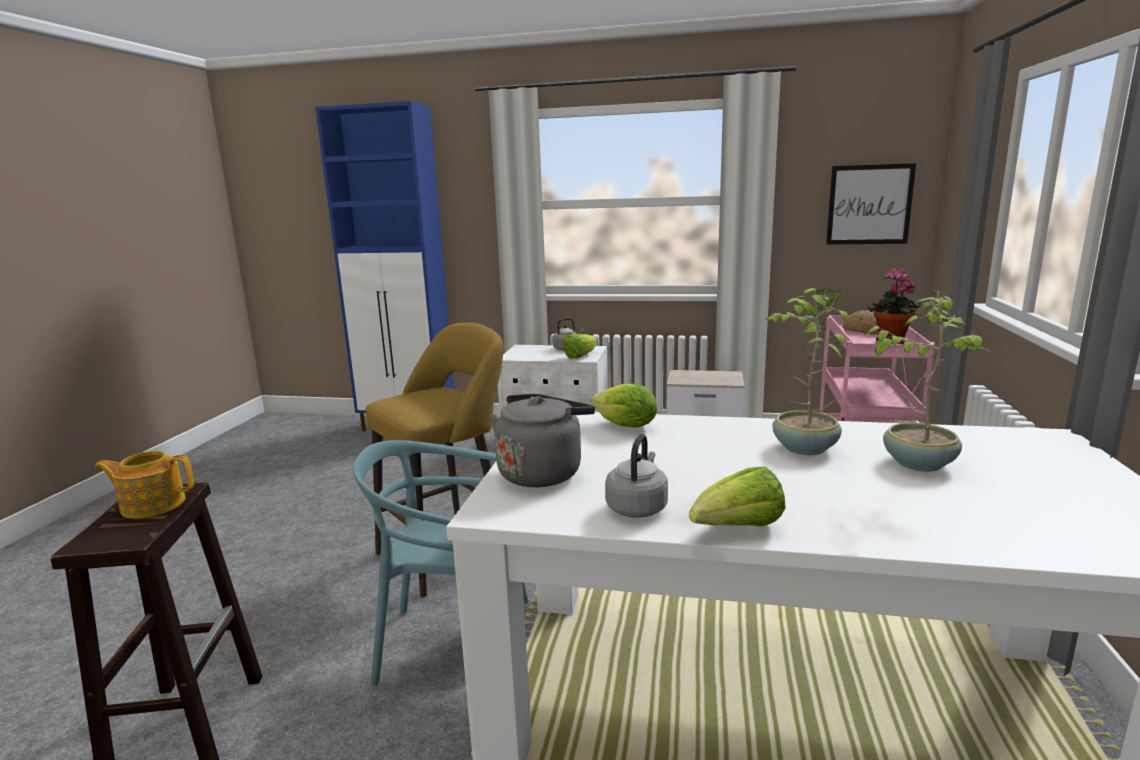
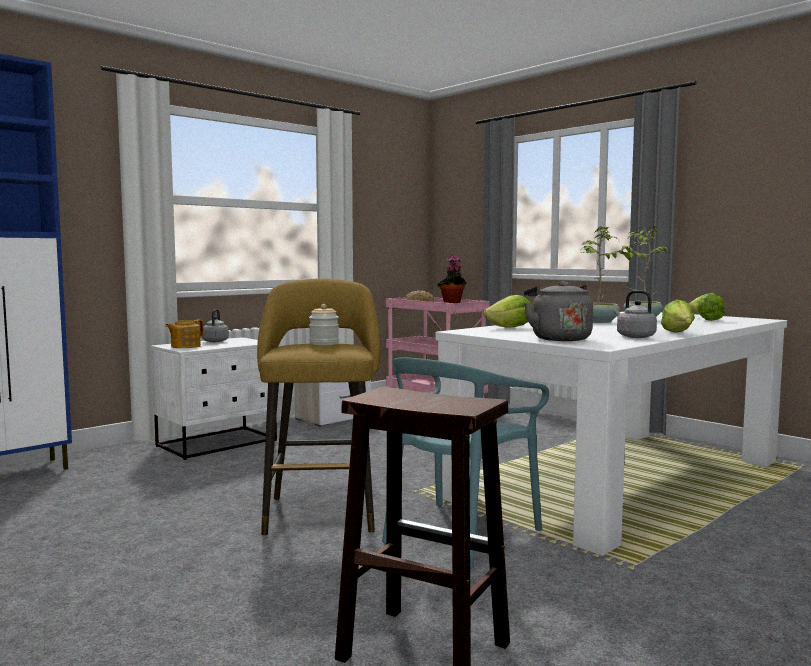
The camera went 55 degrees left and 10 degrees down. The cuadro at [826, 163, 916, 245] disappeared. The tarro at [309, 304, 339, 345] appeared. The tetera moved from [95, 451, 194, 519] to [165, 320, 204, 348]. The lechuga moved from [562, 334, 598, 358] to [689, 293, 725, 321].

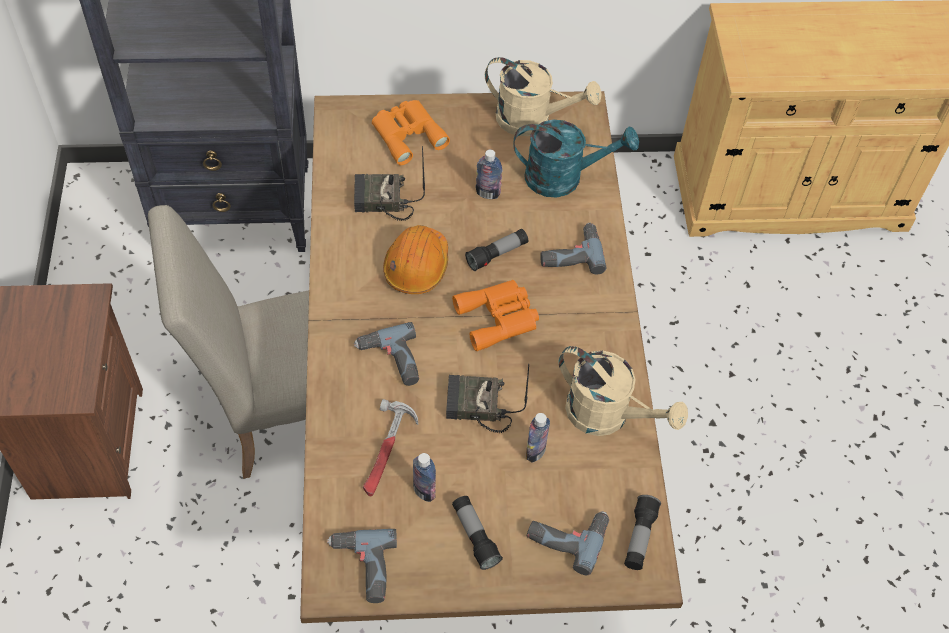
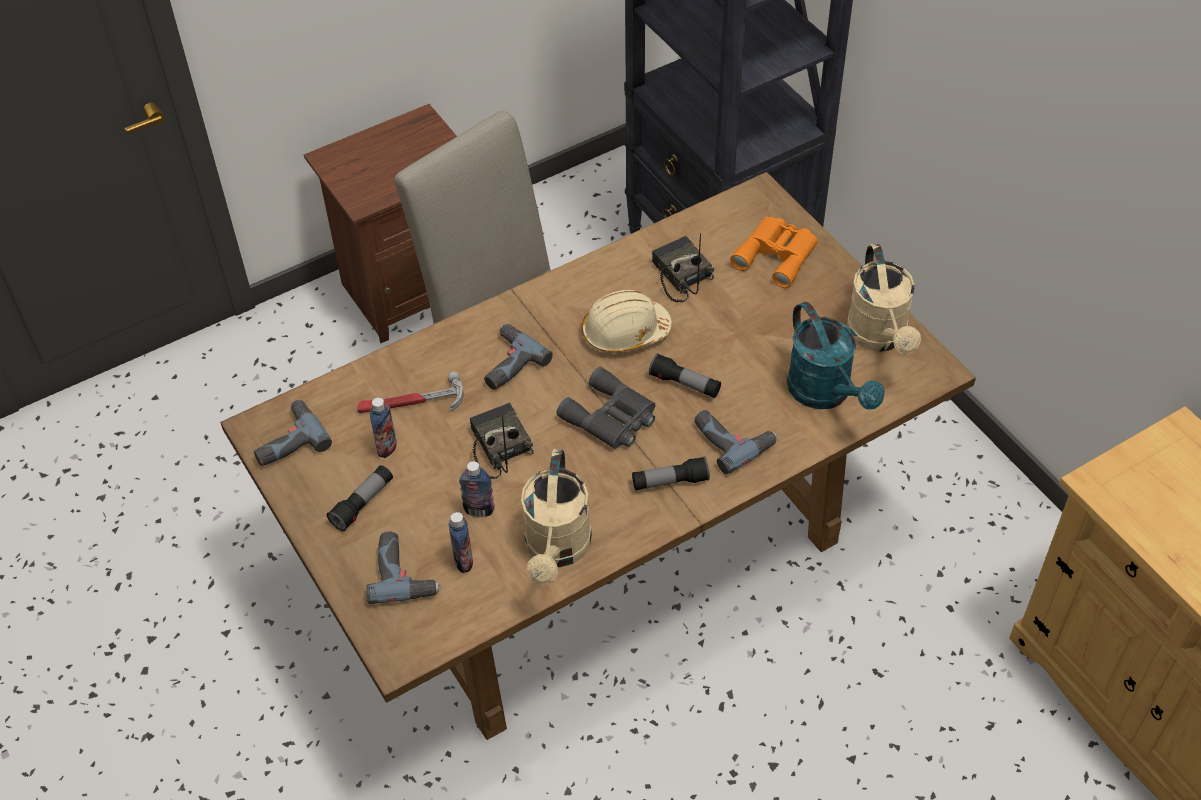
The camera went 65 degrees right and 5 degrees down. The botella moved from [475, 149, 503, 199] to [449, 512, 473, 573]. The linterna moved from [624, 495, 661, 570] to [632, 456, 710, 490]. The casco (naranja) at [383, 225, 448, 294] became the casco (beis) at [582, 290, 672, 353]. The prismáticos (naranja) at [452, 280, 539, 351] became the prismáticos (gris) at [556, 367, 655, 449].

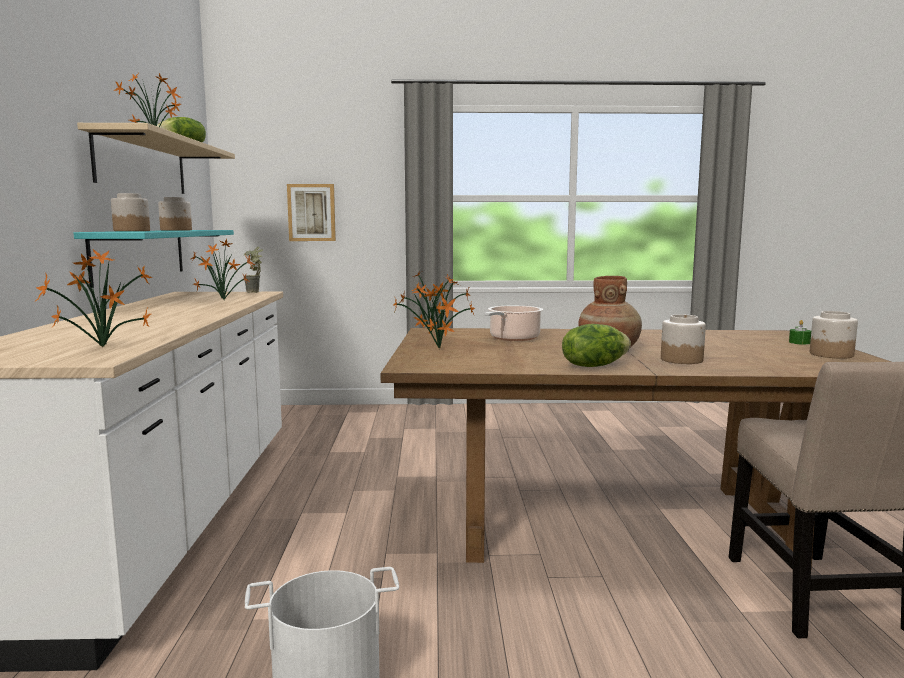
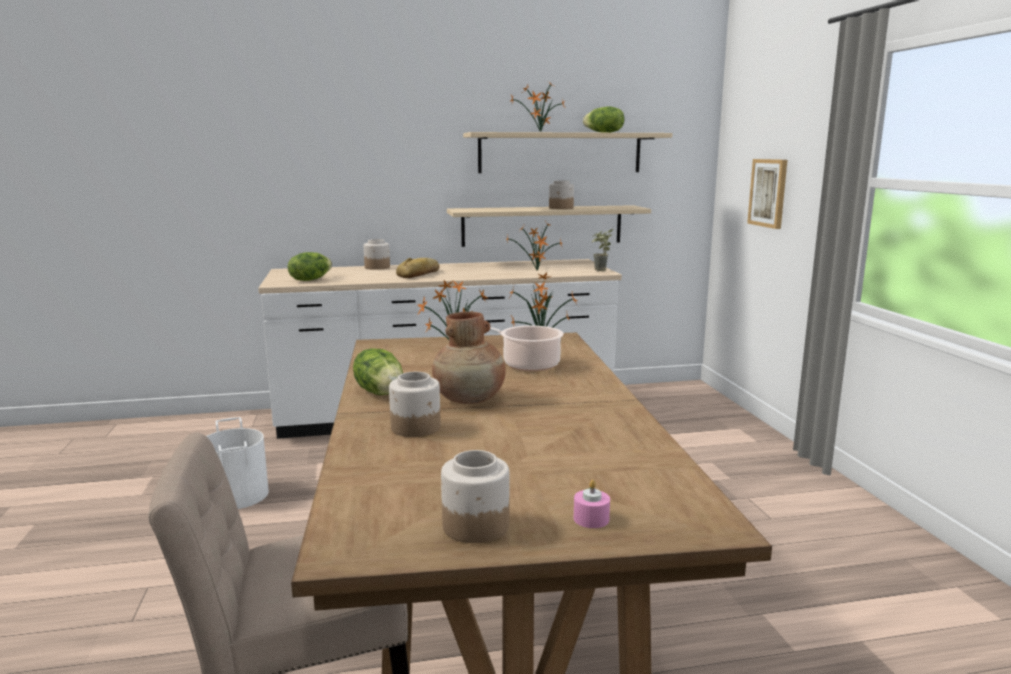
The camera went 80 degrees right and 5 degrees up. The pan at [396, 258, 440, 278] appeared. The tarro moved from [111, 193, 150, 231] to [364, 239, 390, 270]. The planta en maceta at [36, 249, 152, 348] was replaced by the lechuga at [288, 252, 332, 281]. The estante (turquesa) at [74, 230, 234, 288] became the estante (beis) at [447, 205, 651, 247]. The vela (verde) at [789, 320, 811, 345] became the vela (rosa) at [574, 480, 610, 528].

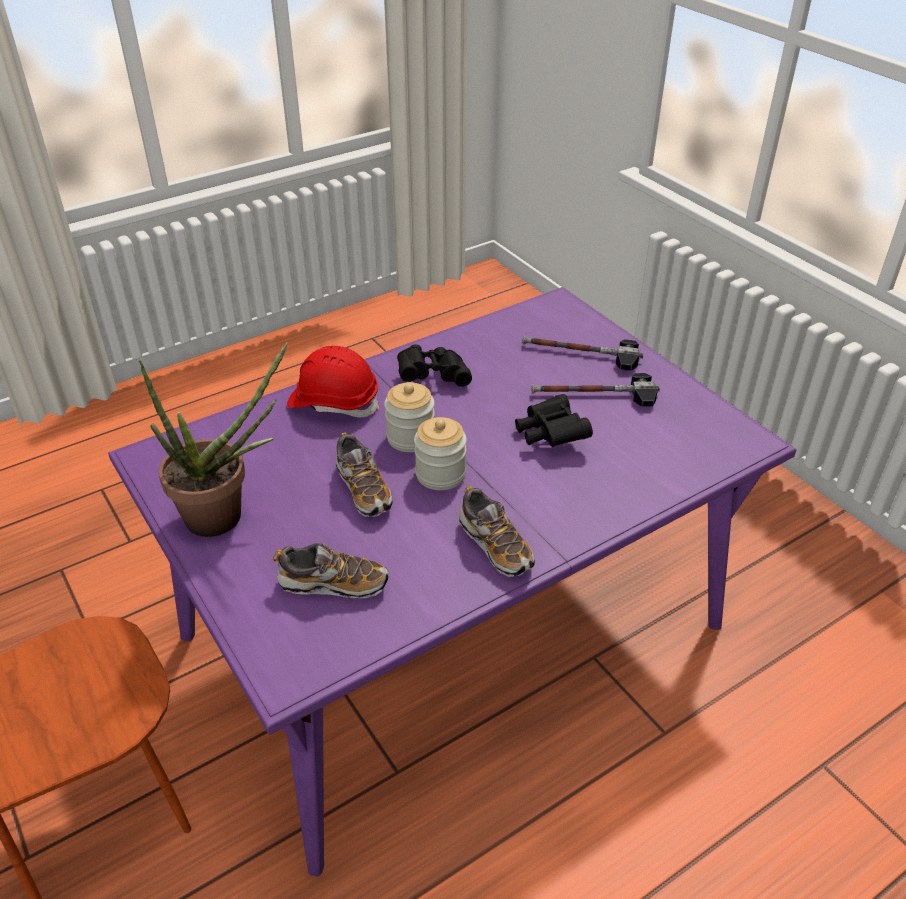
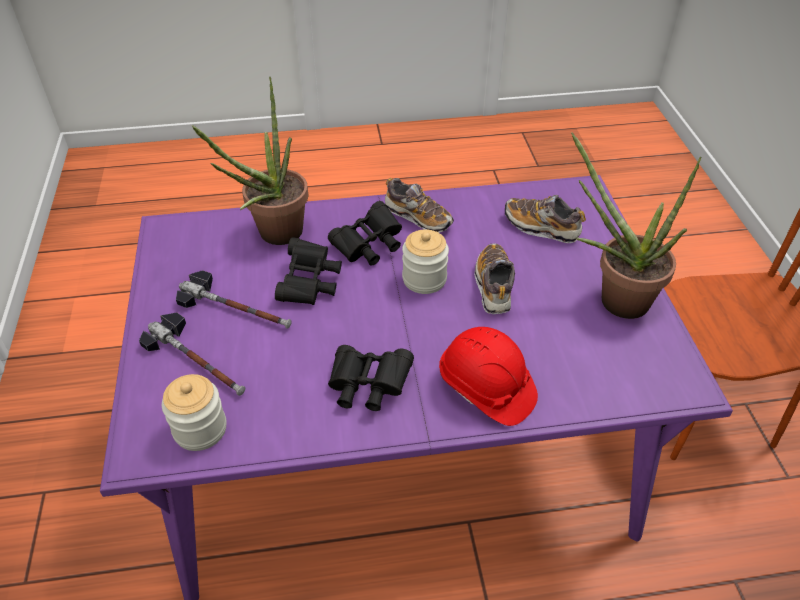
The camera went 155 degrees left and 5 degrees up. The planta en maceta at [191, 76, 308, 245] appeared. The prismáticos (negro) at [328, 201, 402, 266] appeared. The tarro moved from [384, 382, 435, 452] to [162, 374, 227, 451]. The zapato at [459, 486, 535, 577] turned 135 degrees clockwise.

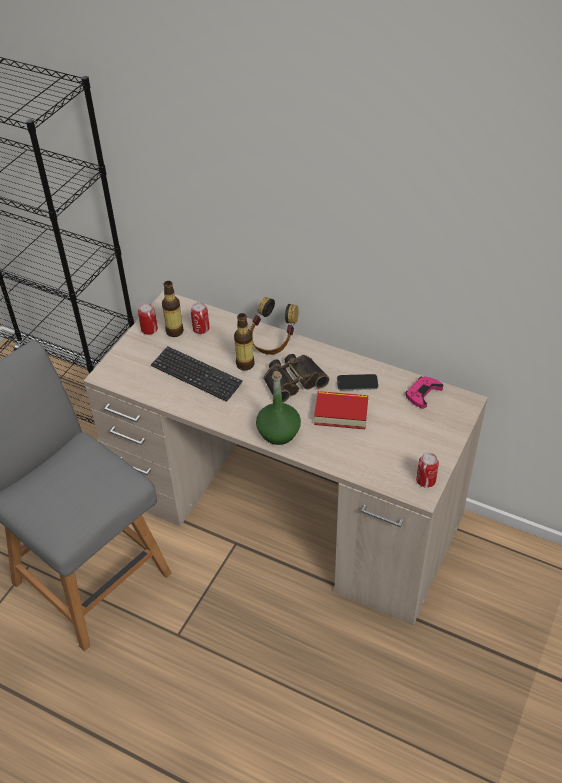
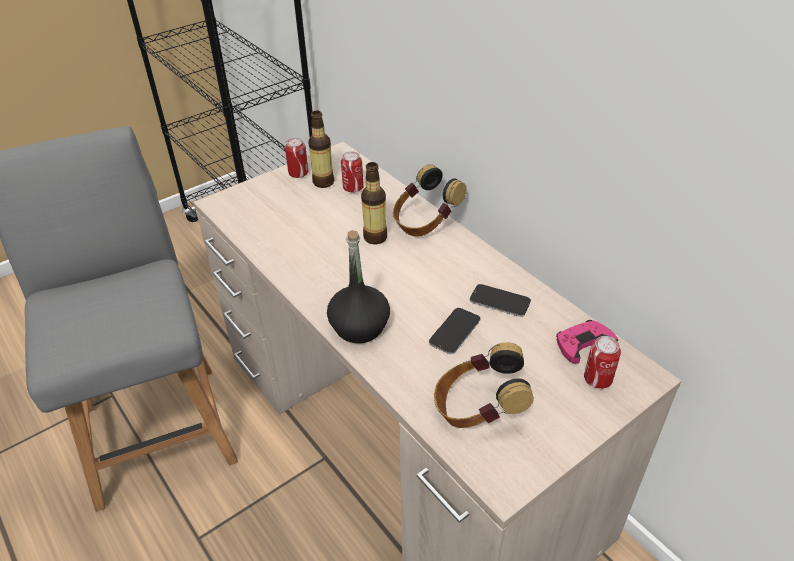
The camera went 25 degrees right and 5 degrees down. The teclado at [151, 346, 243, 402] disappeared. The prismáticos at [264, 354, 330, 403] disappeared. The auriculares at [434, 342, 534, 428] appeared. The lata moved from [416, 452, 439, 488] to [584, 336, 621, 389]. The libro at [314, 391, 368, 429] was replaced by the móvil at [429, 308, 480, 354]. The botella (verde) at [256, 371, 301, 445] became the botella (negro) at [327, 230, 390, 343].

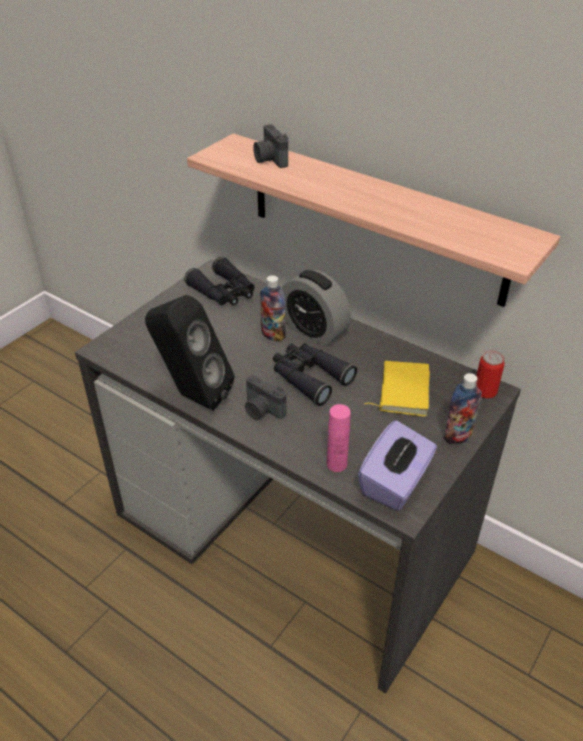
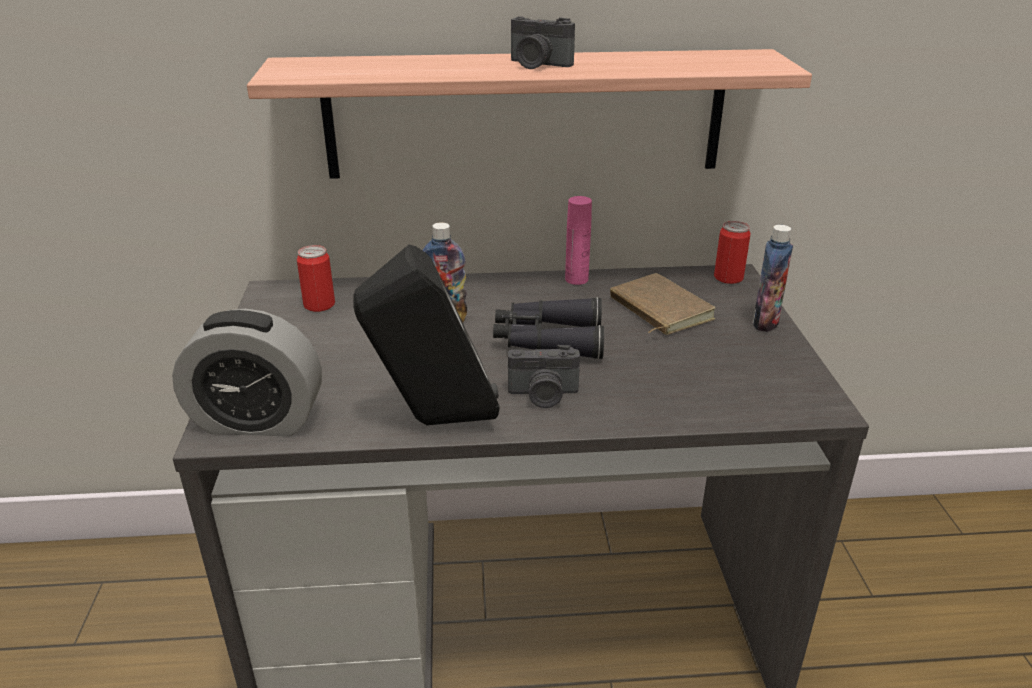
The camera went 40 degrees left and 10 degrees down. The caja de pañuelos (morado) at [358, 420, 437, 511] disappeared. The cámara moved from [253, 124, 288, 168] to [511, 16, 575, 69]. The despertador moved from [282, 270, 351, 346] to [172, 309, 322, 436]. The botella (rosa) moved from [327, 404, 351, 472] to [565, 196, 592, 285]. The prismáticos (negro) at [184, 257, 255, 306] was replaced by the lata at [297, 245, 335, 312]. The libro (amarillo) at [364, 361, 430, 417] became the libro (marrón) at [610, 273, 715, 335].

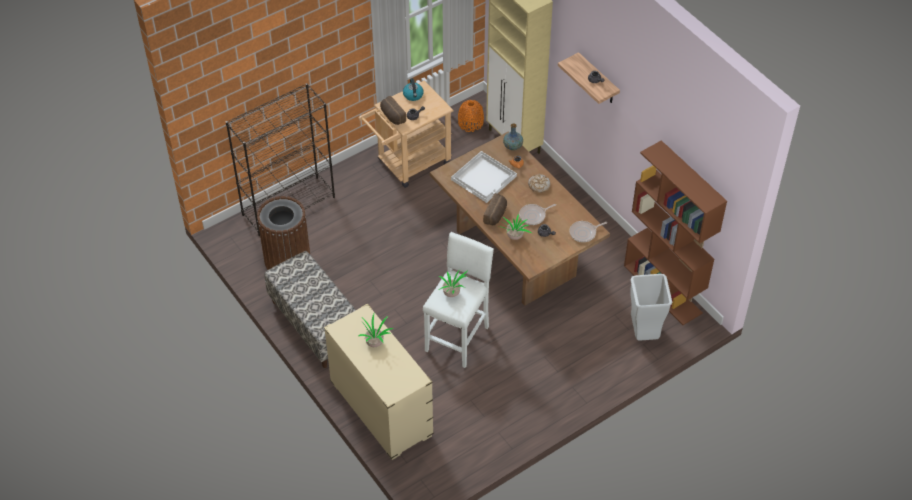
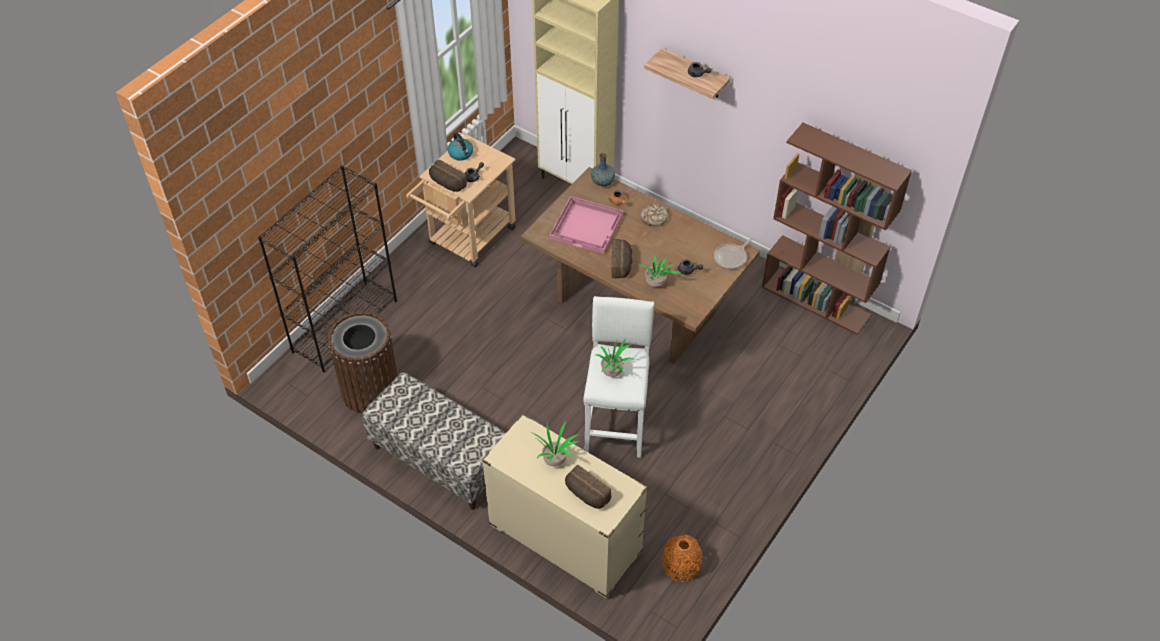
The camera went 20 degrees left and 0 degrees up. The sartén at [519, 204, 556, 225] disappeared. The papelera (gris) at [630, 274, 672, 341] disappeared. The pan at [565, 465, 612, 509] appeared. The florero (naranja) moved from [458, 100, 484, 132] to [663, 534, 702, 582]. The bandeja (blanco) at [451, 151, 517, 203] became the bandeja (rosa) at [550, 196, 624, 254].

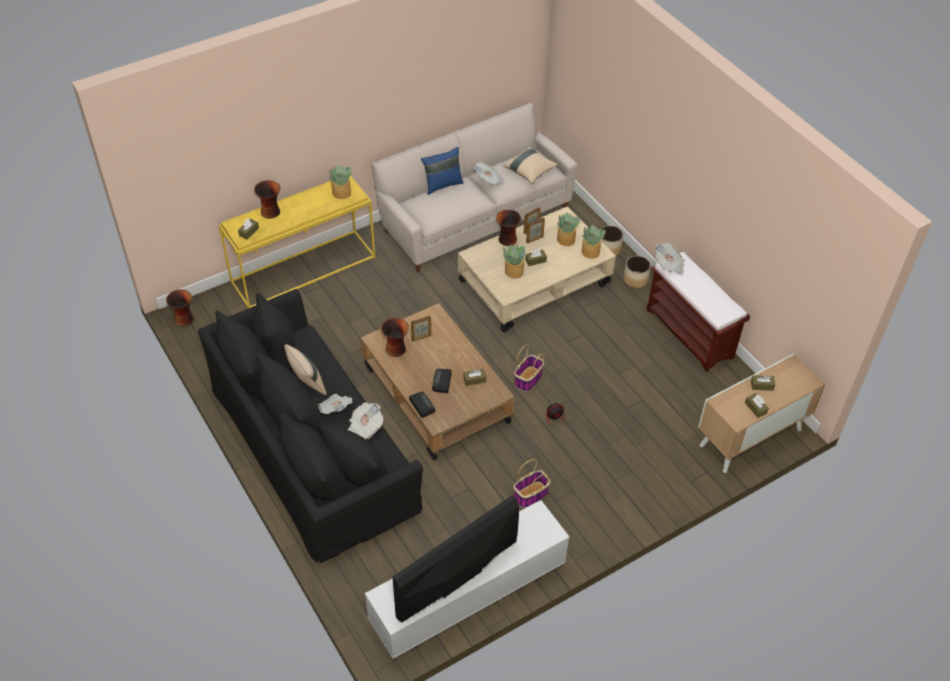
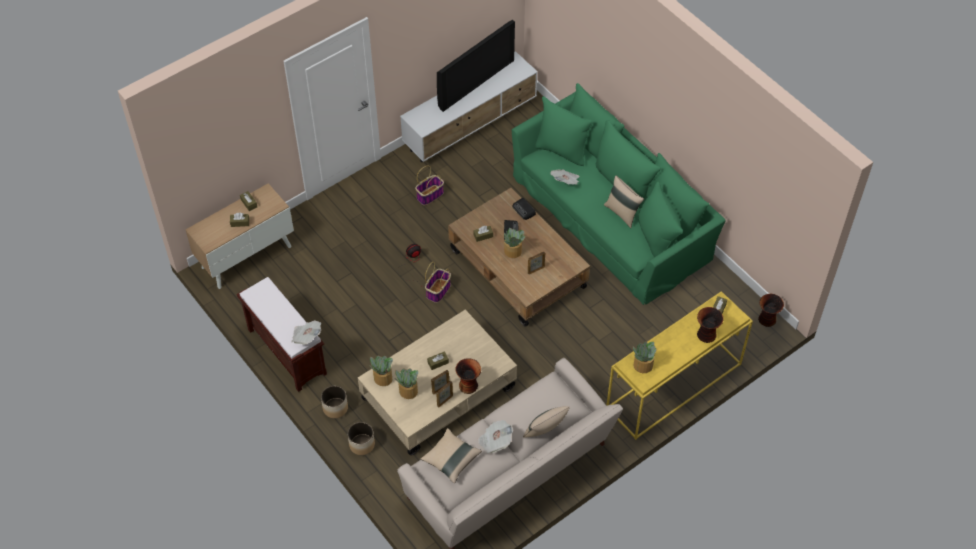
The camera went 175 degrees right and 5 degrees up. The periódico at [318, 394, 352, 414] disappeared. The florero at [381, 318, 409, 357] disappeared. The planta en maceta moved from [503, 245, 525, 278] to [504, 228, 525, 258]. The sofá (negro) at [198, 289, 423, 563] became the sofá (verde) at [512, 83, 726, 305]. The cojín (azul) at [421, 147, 464, 195] became the cojín (beis) at [523, 406, 570, 438].

